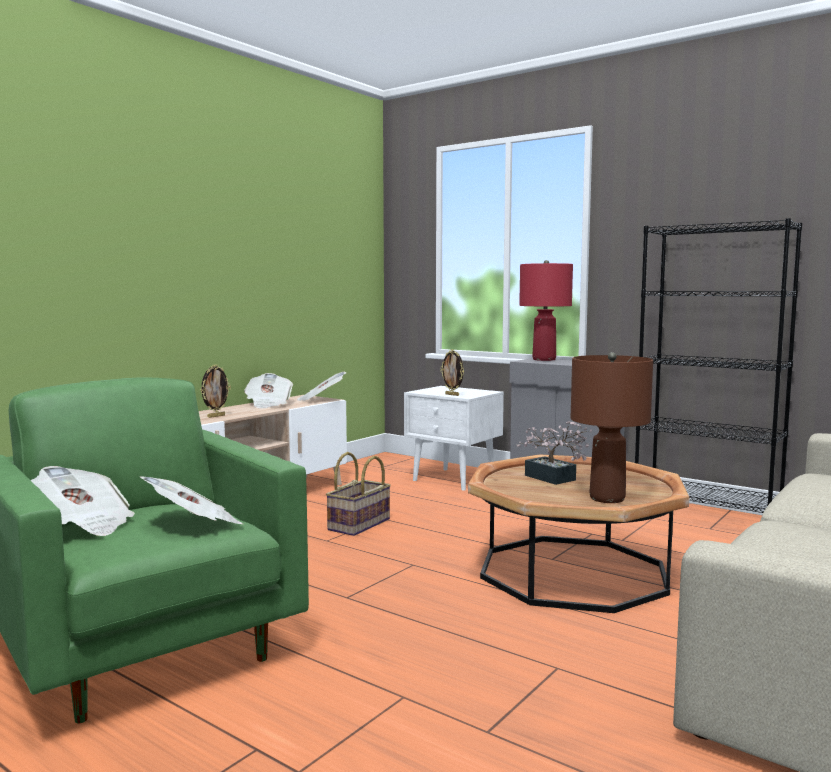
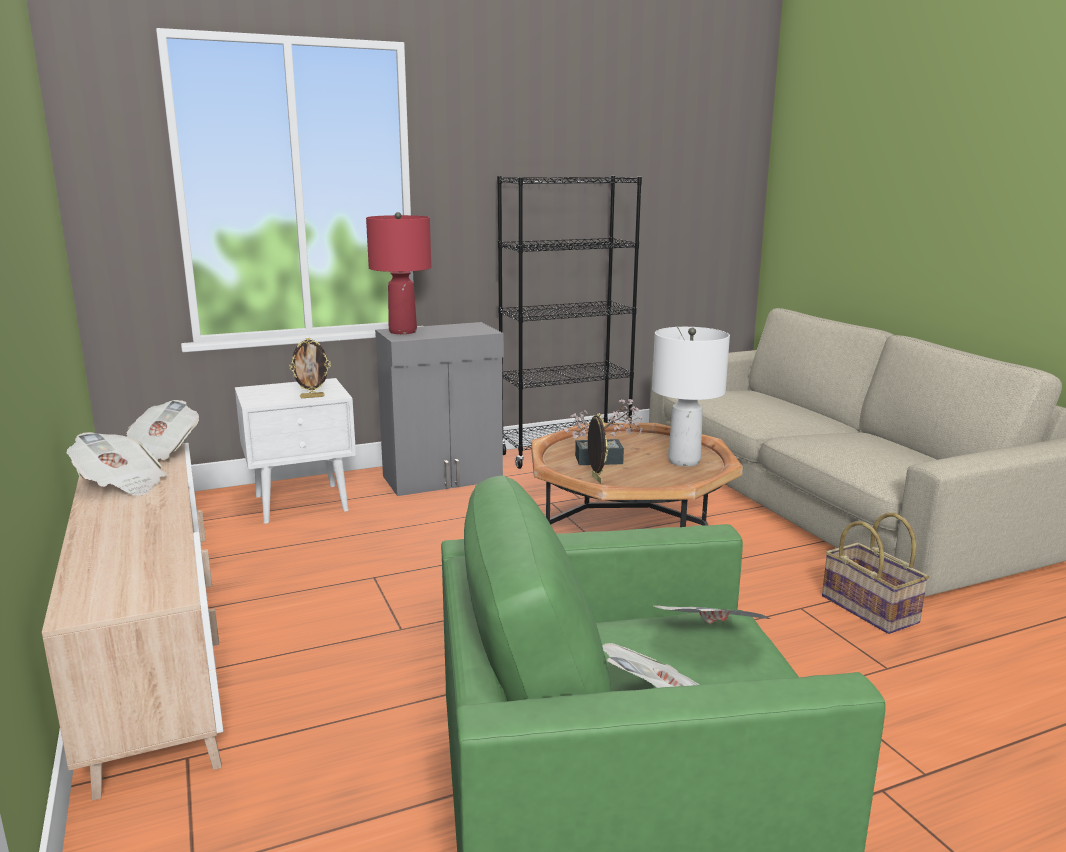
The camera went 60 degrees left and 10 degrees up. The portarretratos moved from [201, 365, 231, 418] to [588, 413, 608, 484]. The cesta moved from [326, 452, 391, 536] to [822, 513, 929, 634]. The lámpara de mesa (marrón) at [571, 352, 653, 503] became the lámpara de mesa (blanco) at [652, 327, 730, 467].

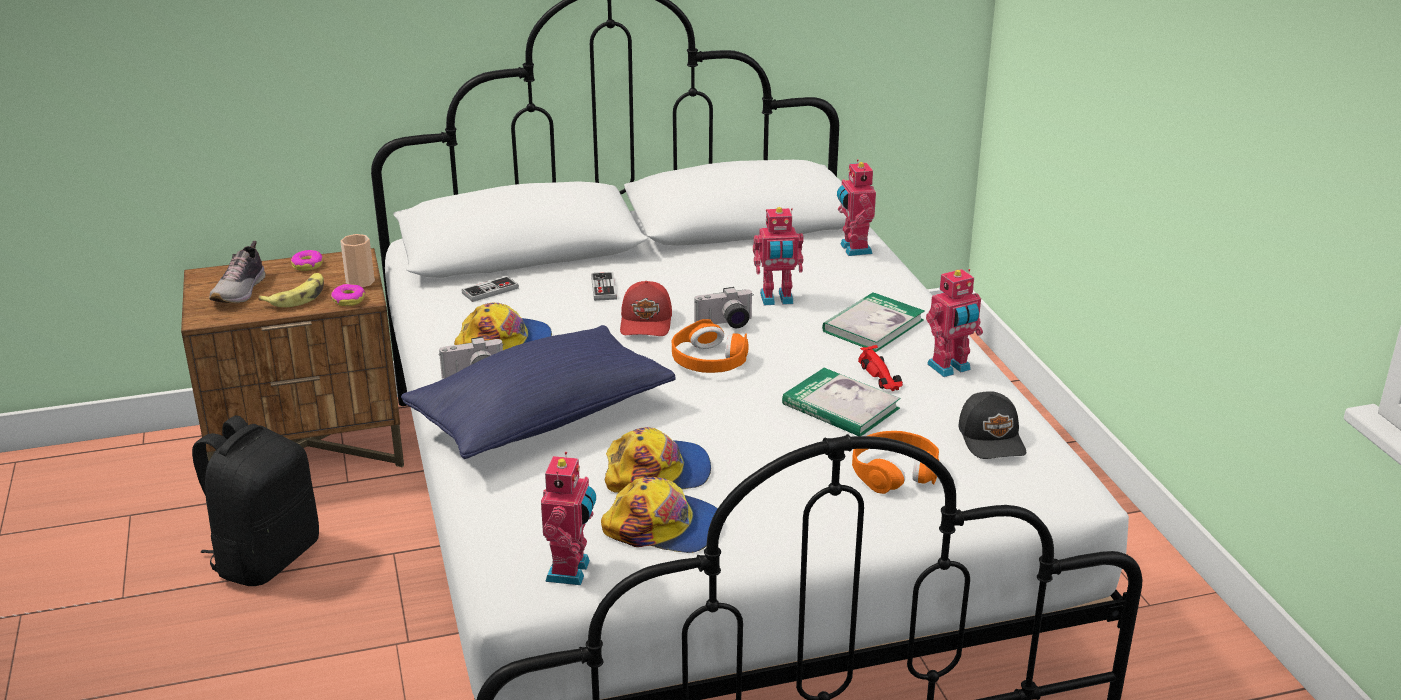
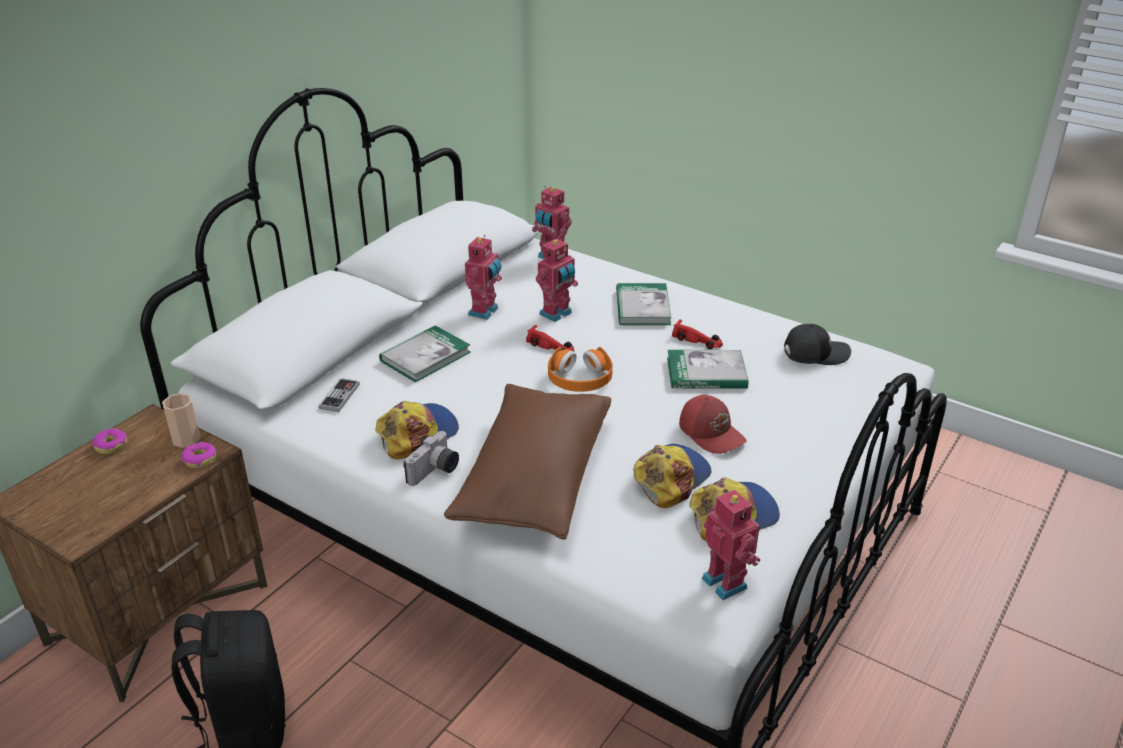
The camera went 40 degrees left and 5 degrees up. The zapato at [209, 241, 266, 303] disappeared. The plátano at [258, 273, 324, 307] disappeared. The auriculares (naranja) at [852, 431, 939, 494] disappeared. The gorra (rojo) moved from [620, 281, 672, 336] to [679, 395, 747, 454]. The robot de juguete moved from [926, 269, 983, 377] to [465, 235, 502, 320]. The mando de consola at [591, 272, 617, 301] was replaced by the libro at [379, 325, 471, 382]. The cámara at [694, 287, 754, 328] was replaced by the coche de juguete (rojo) at [526, 325, 574, 351]. The cojín (azul) at [401, 325, 676, 459] became the cojín (marrón) at [444, 384, 611, 540]. The gorra (negro) at [959, 392, 1026, 459] turned 45 degrees counterclockwise.

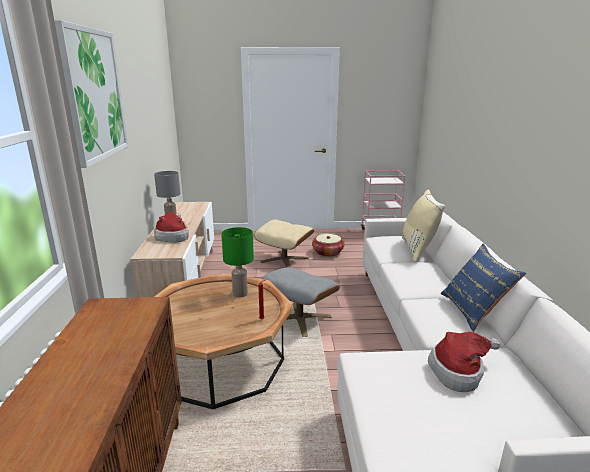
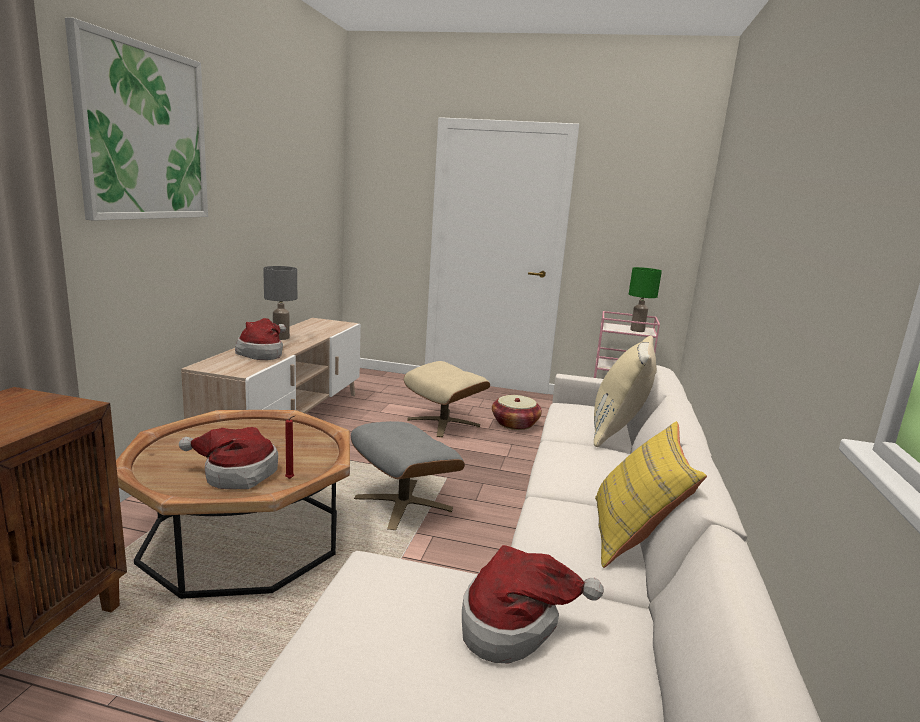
The camera went 15 degrees right and 5 degrees down. The sombrero at [179, 427, 278, 489] appeared. The lámpara de mesa (verde) moved from [221, 227, 254, 297] to [629, 267, 662, 332]. The cojín (azul) at [441, 244, 526, 332] became the cojín (amarillo) at [595, 421, 707, 568].

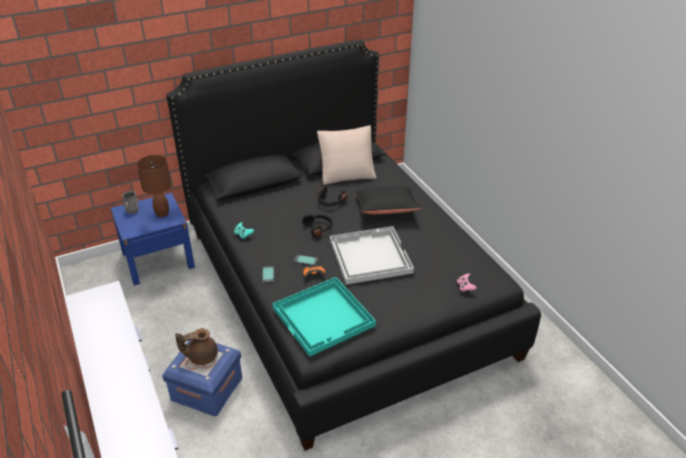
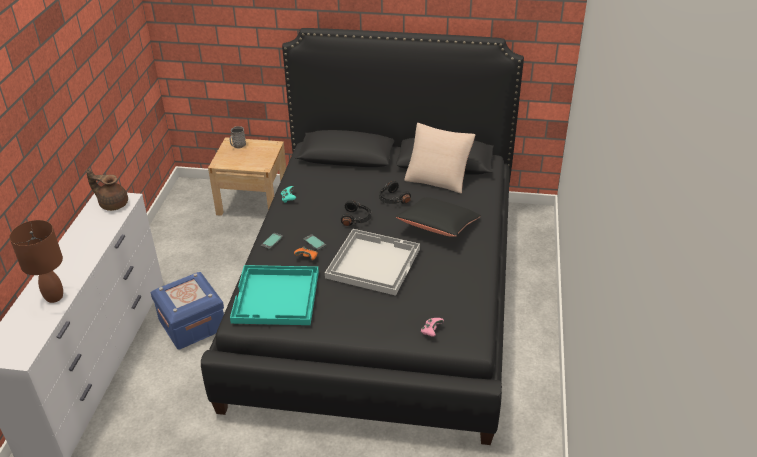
The camera went 35 degrees right and 0 degrees up. The lámpara de mesa (marrón) moved from [137, 155, 171, 217] to [10, 220, 63, 303]. The tetera (marrón) moved from [175, 328, 218, 365] to [86, 169, 128, 211]. The mesita de noche (azul) at [111, 192, 195, 286] became the mesita de noche (beis) at [208, 137, 286, 216].

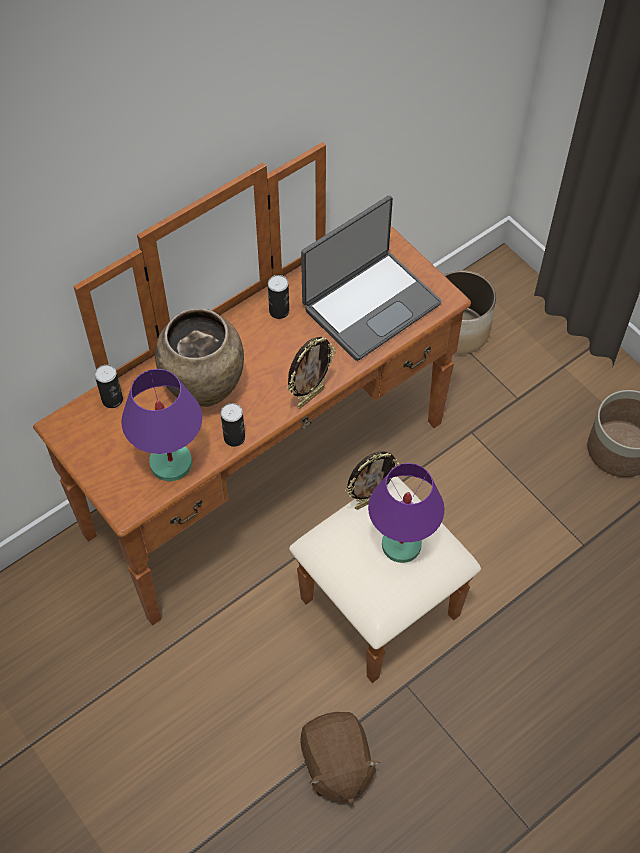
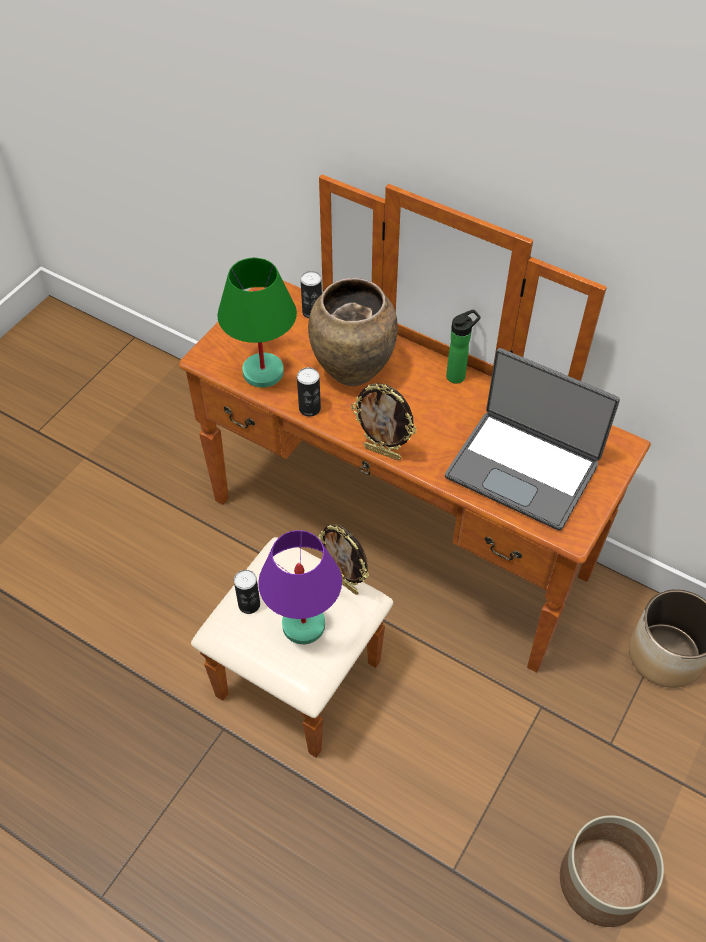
The camera went 70 degrees right and 5 degrees down. The peluche (marrón) at [300, 712, 380, 805] disappeared. The botella at [446, 309, 481, 384] appeared. The lata moved from [268, 275, 289, 319] to [234, 570, 260, 614]. The lámpara de mesa (morado) at [121, 369, 202, 481] became the lámpara de mesa (verde) at [217, 258, 297, 388].

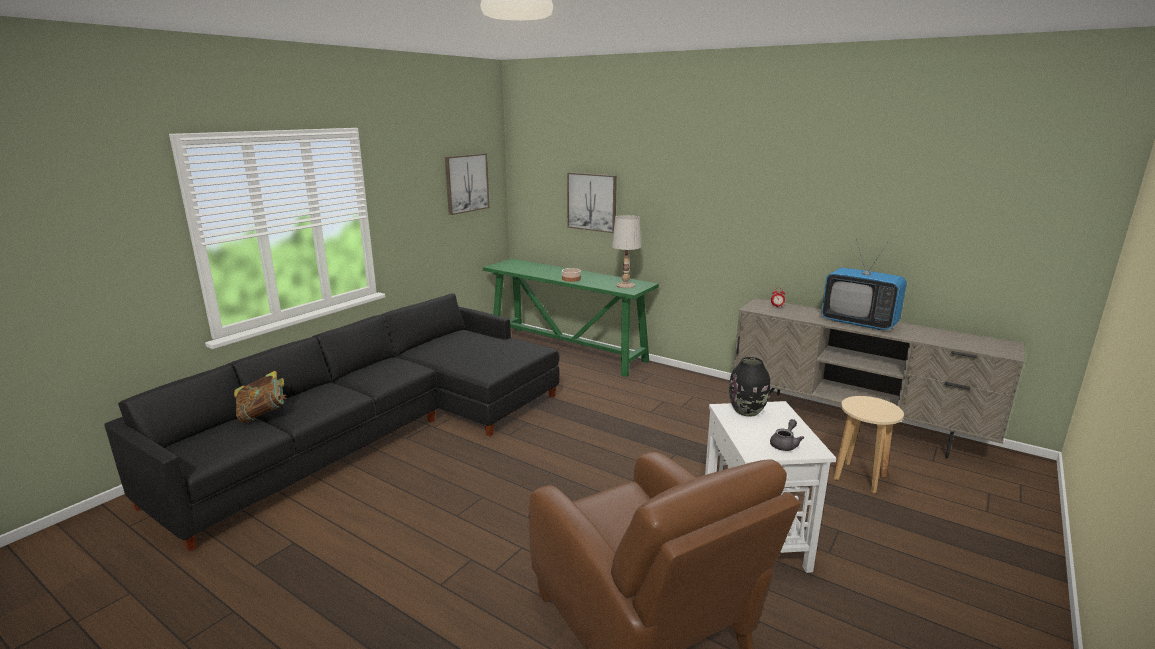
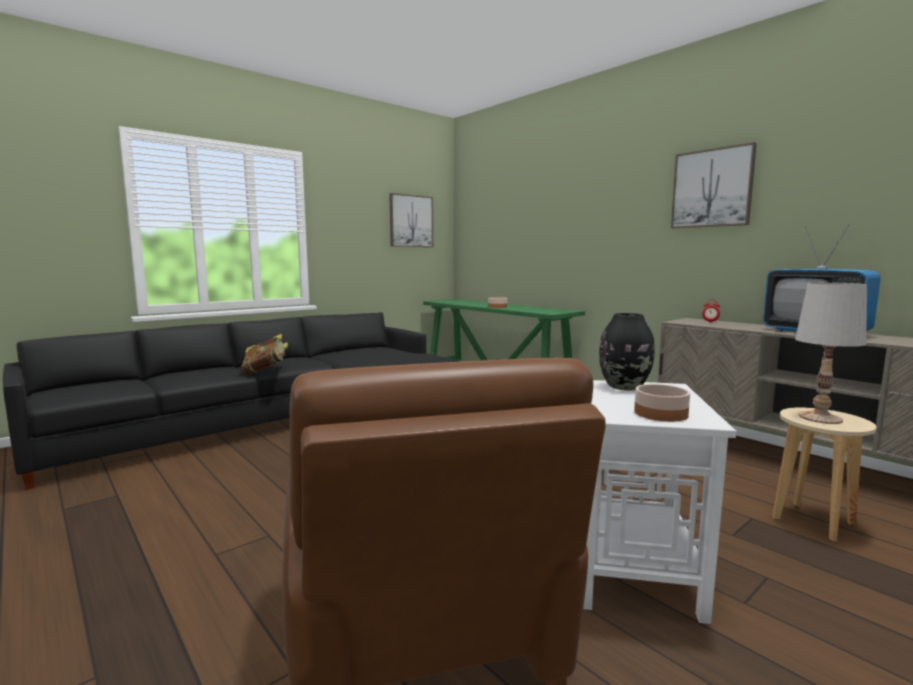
The camera went 15 degrees right and 10 degrees down. The libro moved from [234, 371, 287, 423] to [242, 334, 288, 375]. The cuadro moved from [567, 172, 617, 233] to [671, 142, 757, 228]. The lámpara de mesa (blanco) moved from [612, 215, 641, 288] to [795, 283, 867, 424]. The tetera (gris) at [770, 419, 804, 451] was replaced by the cuenco at [634, 384, 690, 422].

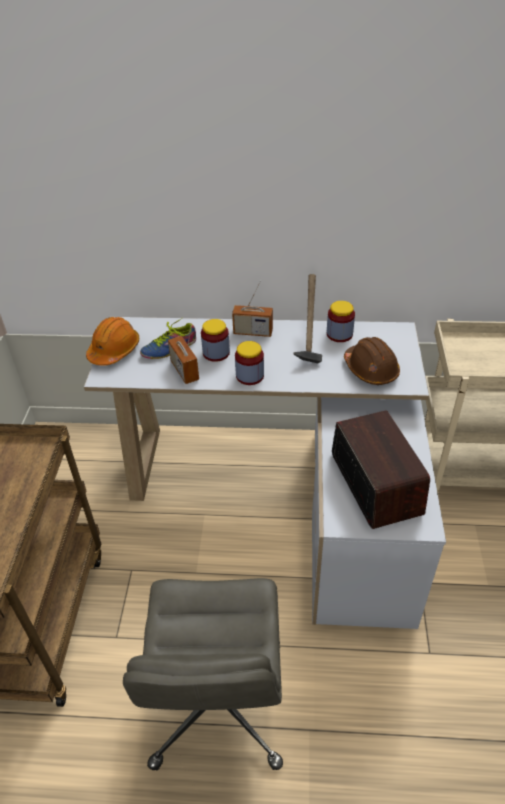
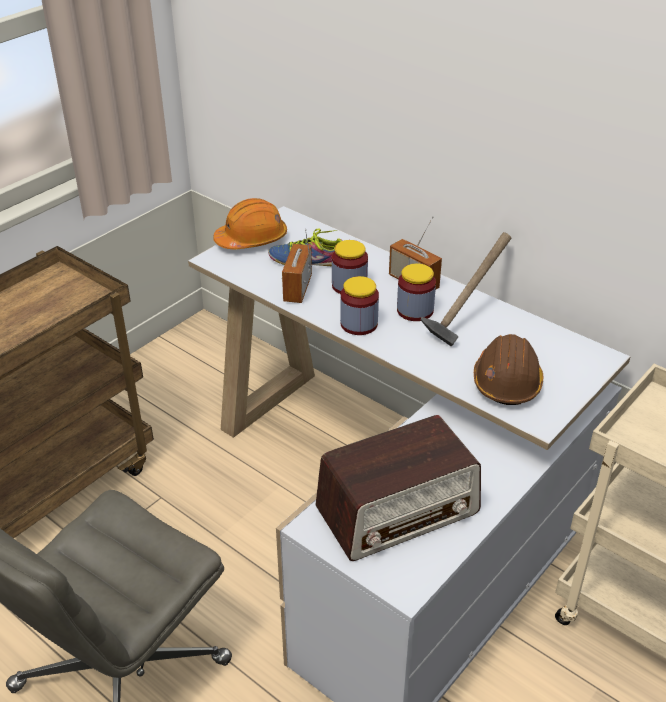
The camera went 35 degrees right and 5 degrees down. The tarro moved from [327, 301, 355, 342] to [397, 264, 436, 321]. The radio at [332, 410, 430, 529] turned 45 degrees clockwise.

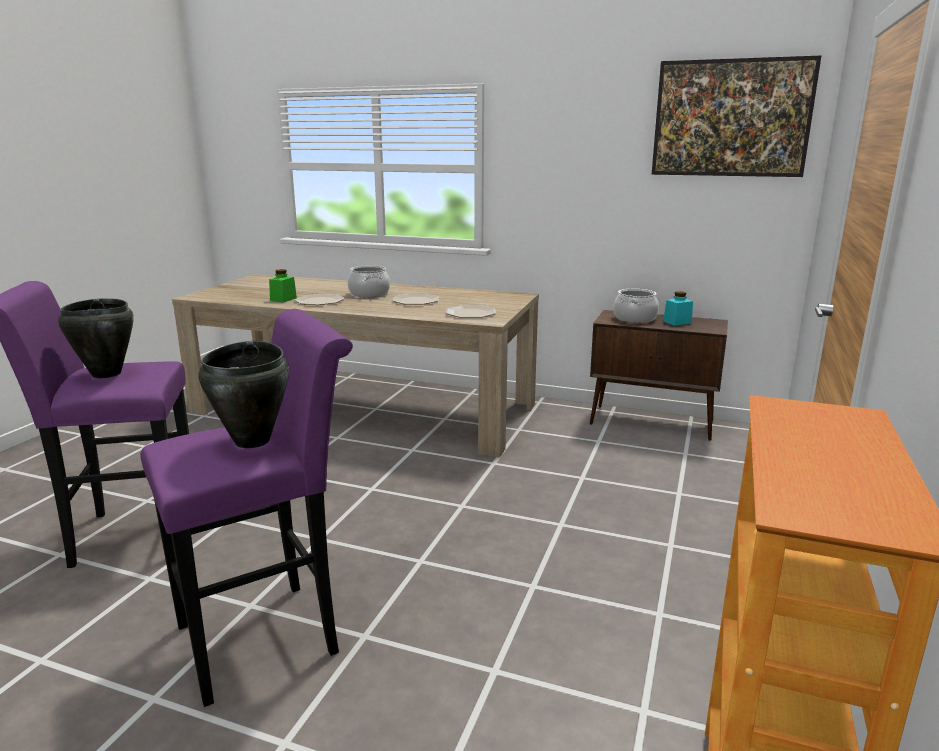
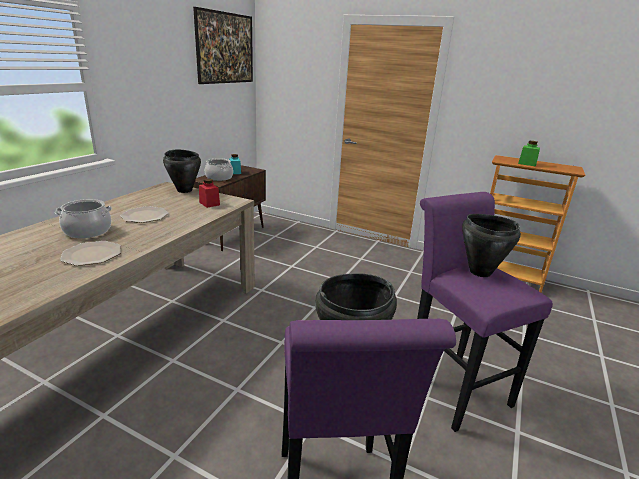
The camera went 85 degrees left and 5 degrees up. The olla (negro) at [163, 149, 201, 193] appeared. The tarro (verde) moved from [269, 269, 297, 303] to [518, 141, 540, 167]. The plato at [446, 305, 496, 318] was replaced by the tarro (rojo) at [199, 178, 220, 208].

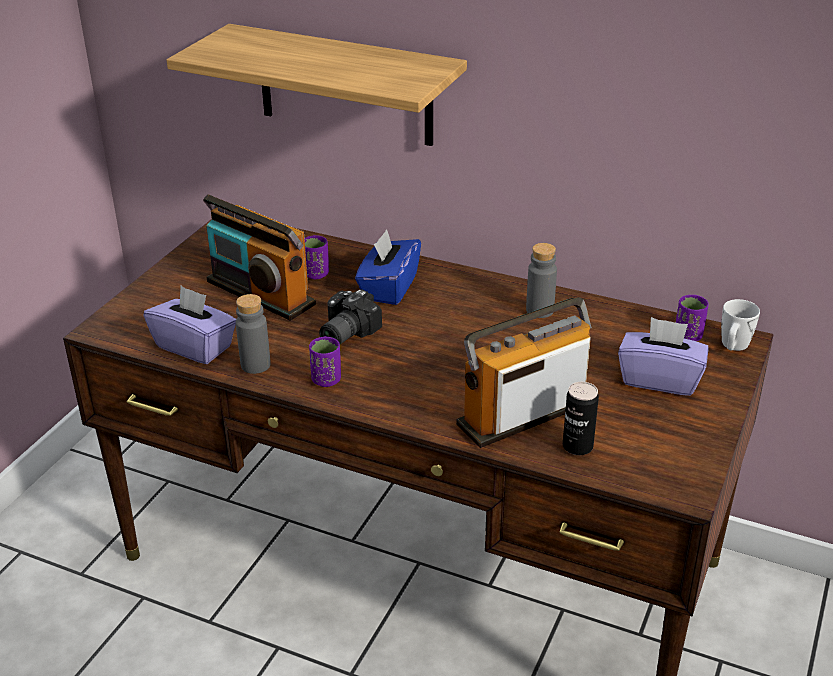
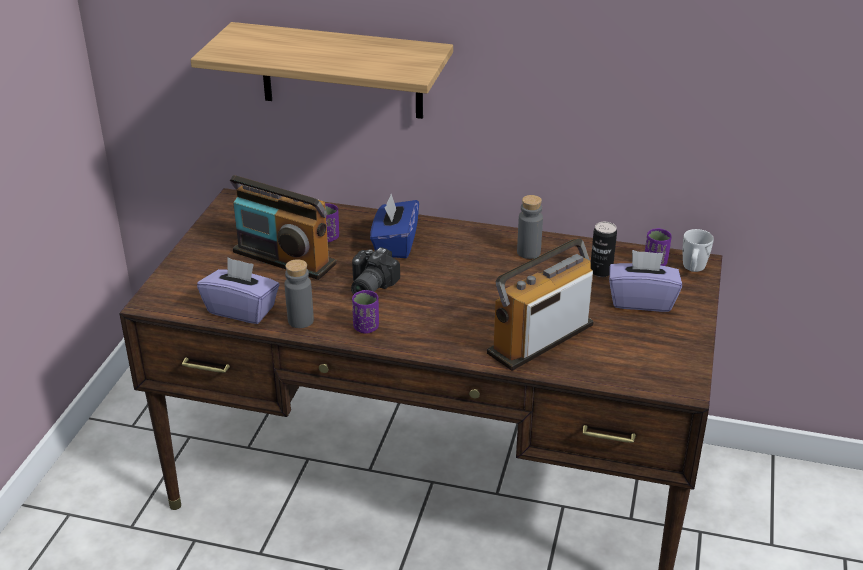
The camera went 10 degrees left and 0 degrees up. The lata moved from [563, 382, 599, 455] to [591, 222, 617, 277].

